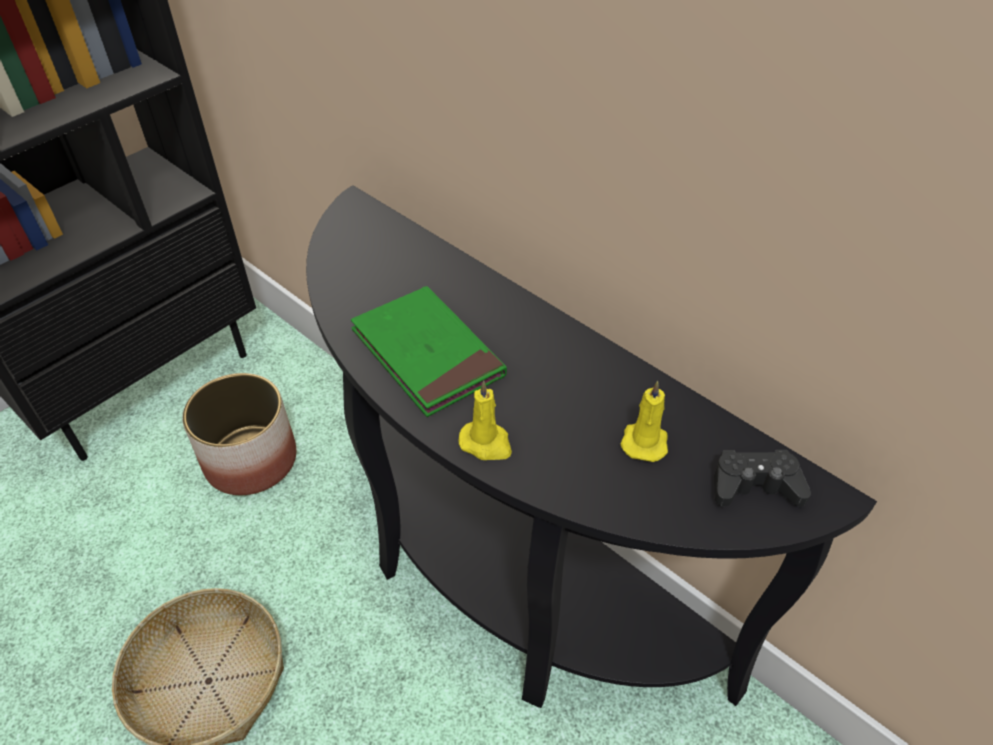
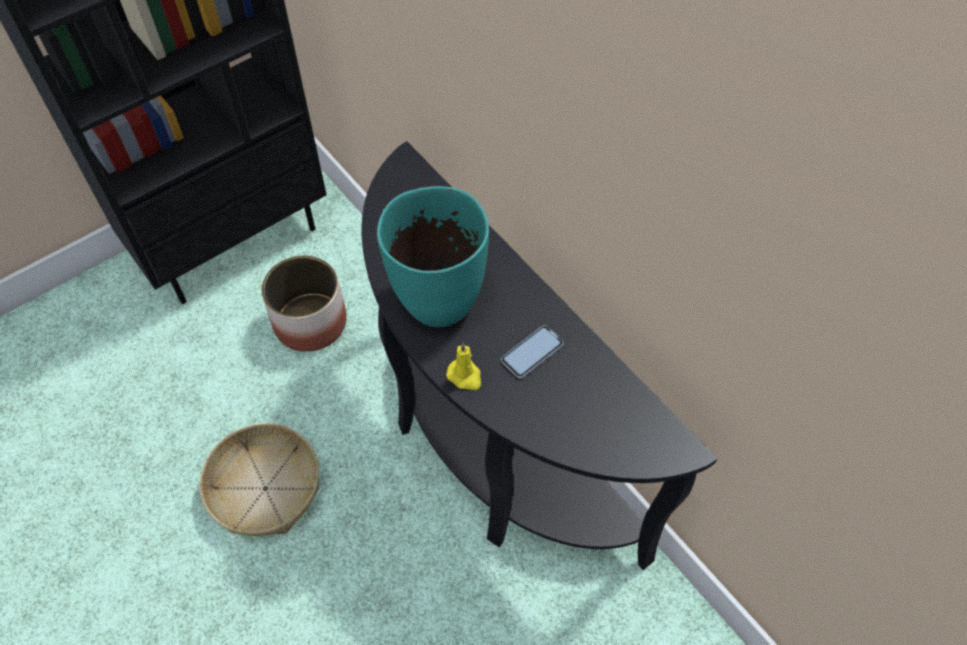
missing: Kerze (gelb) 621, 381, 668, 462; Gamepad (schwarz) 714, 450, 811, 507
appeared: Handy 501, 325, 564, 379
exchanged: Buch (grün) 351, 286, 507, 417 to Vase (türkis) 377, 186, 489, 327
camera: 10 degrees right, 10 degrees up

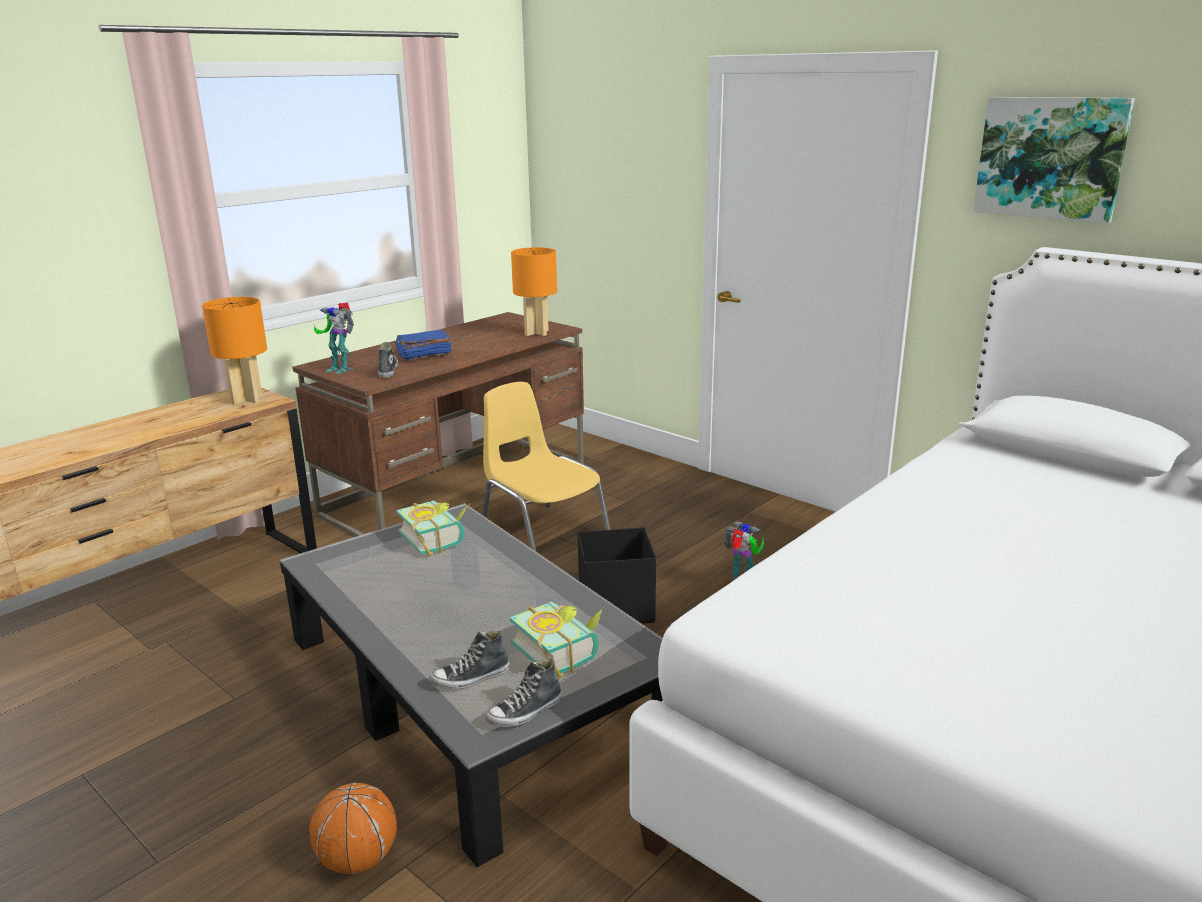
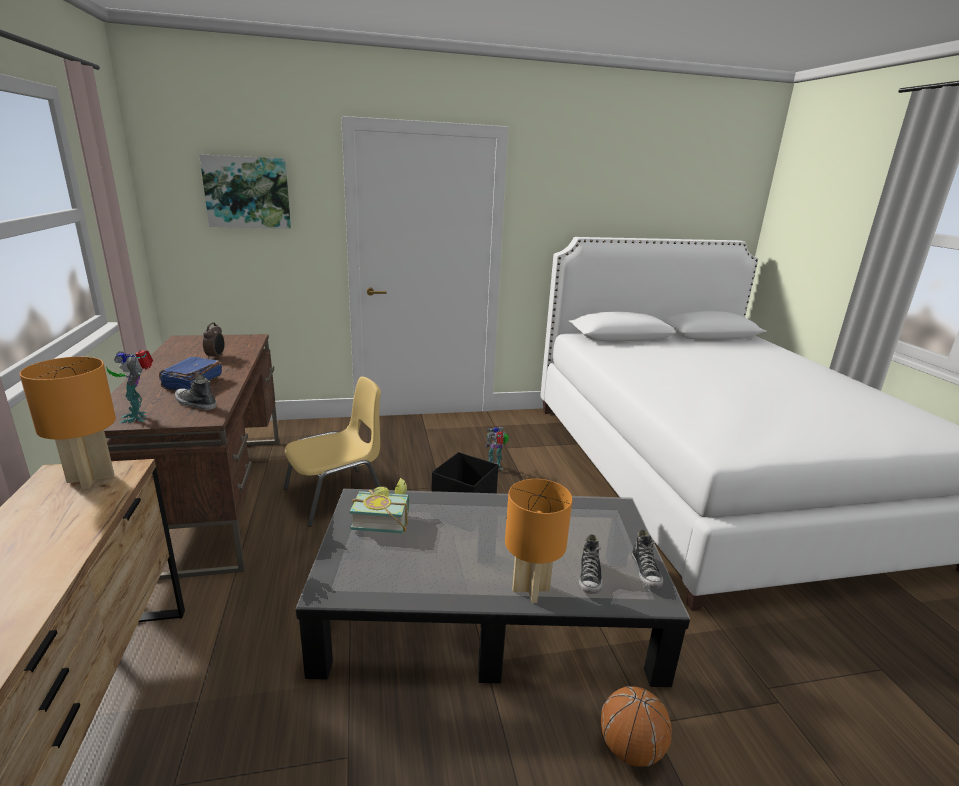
missing: Buch 510, 602, 604, 678
appeared: Wecker 203, 323, 225, 360
relocated: Bild 973, 97, 1135, 223 to 199, 154, 291, 229; Tischlampe (orange) 511, 247, 557, 336 to 505, 479, 572, 603
spun: Spielzeugroboter 314, 303, 354, 374 = 107, 350, 153, 423 90 degrees clockwise; Stuhl (gelb) 482, 382, 611, 552 = 283, 377, 381, 527 150 degrees clockwise
camera: 55 degrees left, 0 degrees up

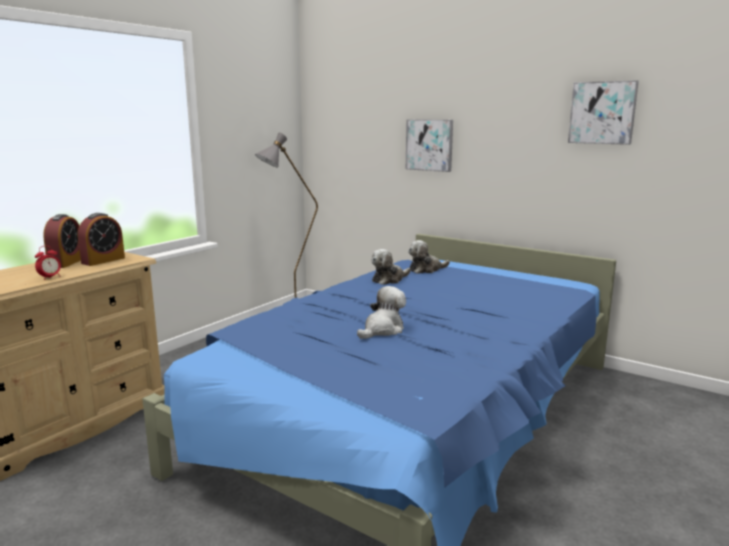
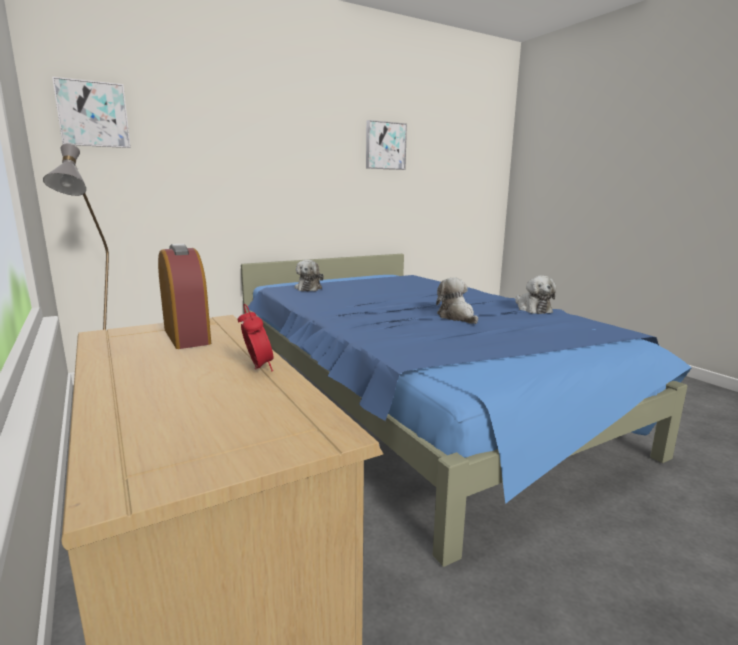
missing: Wecker 43, 214, 81, 268
relocated: Bild 406, 119, 453, 172 to 52, 77, 131, 148; Plüschtier 371, 249, 410, 285 to 515, 275, 557, 314
camera: 65 degrees left, 0 degrees up

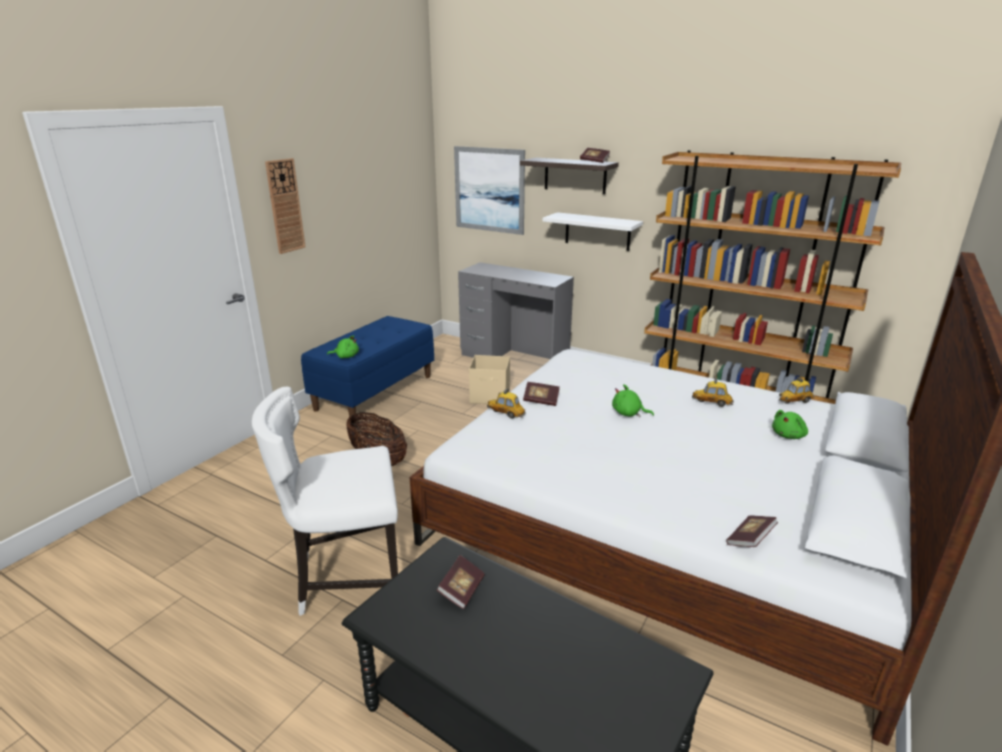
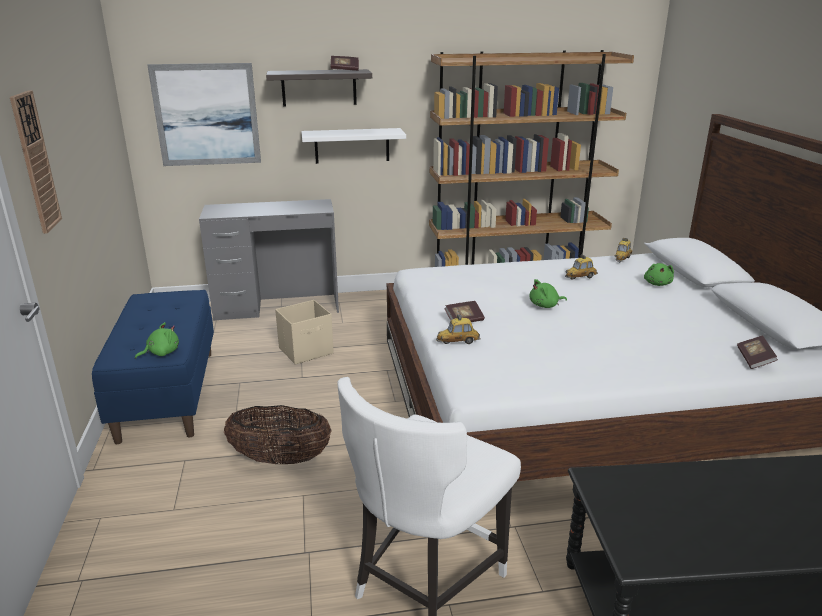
missing: Buch 437, 555, 485, 609
camera: 40 degrees left, 0 degrees up

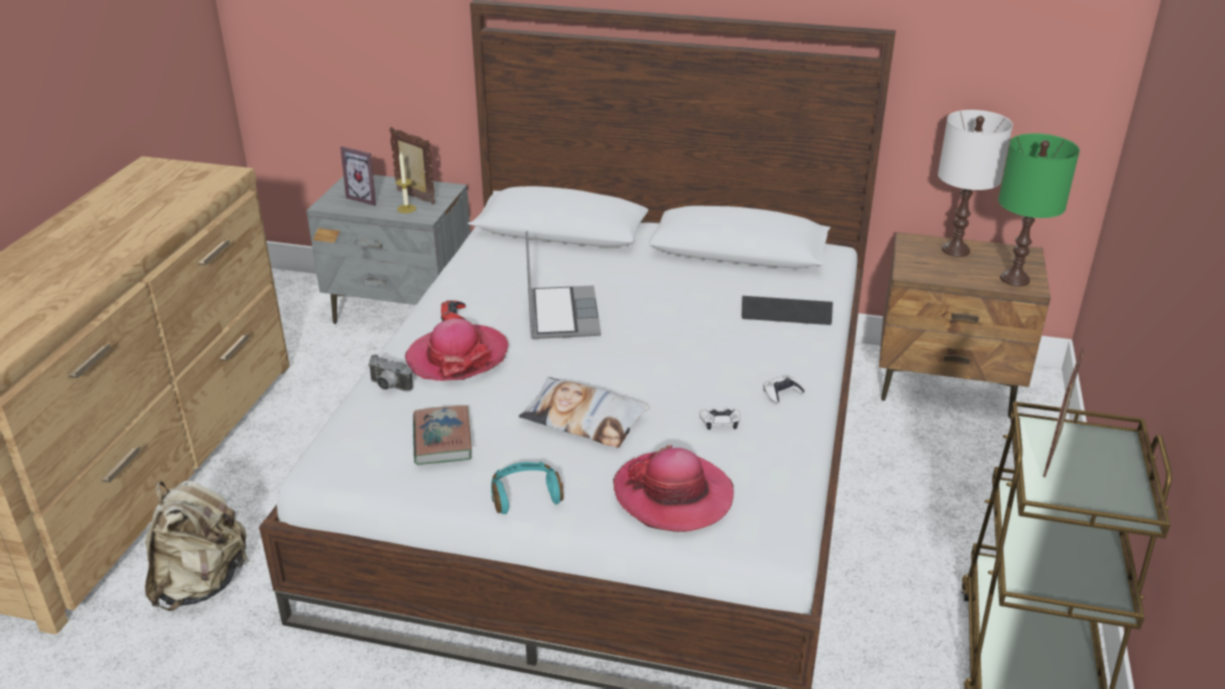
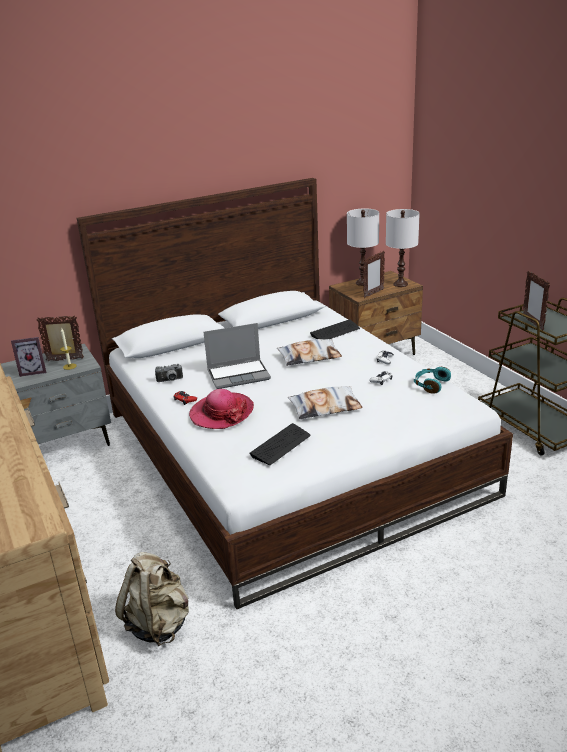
missing: Hut 613, 445, 734, 532
appeared: Kissen 277, 339, 342, 366; Bilderrahmen 363, 251, 385, 298
relocated: Kamera 368, 354, 413, 391 to 155, 364, 183, 382; Kopfhörer (türkis) 491, 461, 564, 514 to 414, 367, 451, 394
exchanged: Buch 413, 405, 472, 465 to Tastatur 249, 423, 311, 465
colour: Tischlampe (grün) 998, 133, 1080, 286 to Tischlampe (weiß) 386, 209, 420, 287
spun: Laptop 526, 231, 601, 339 = 204, 323, 271, 389 120 degrees clockwise
camera: 40 degrees left, 5 degrees down

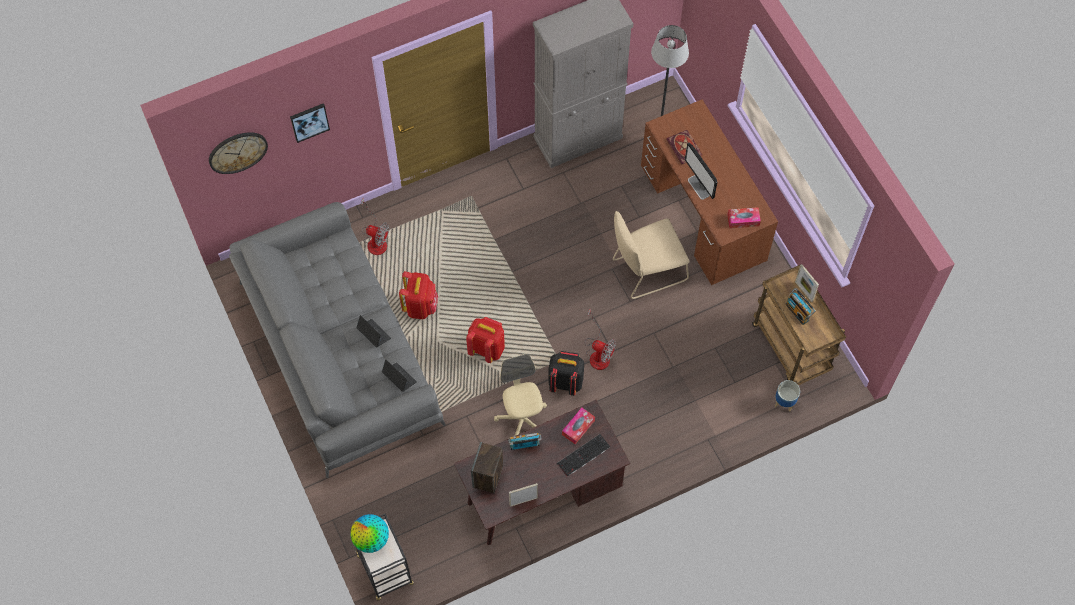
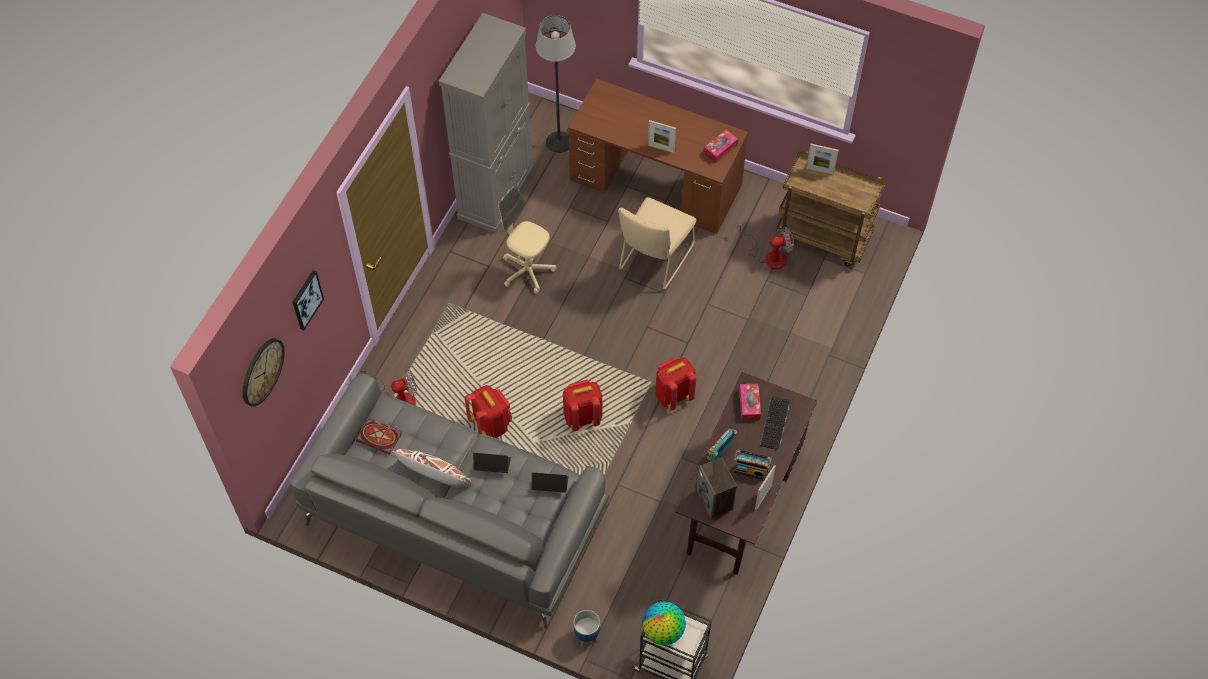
appeared: Kissen (weiß) 392, 449, 473, 487
relocated: Buch 666, 130, 702, 164 to 356, 418, 402, 455; Bürostuhl (beige) 494, 354, 547, 436 to 498, 186, 556, 294; Pflanzkübel 775, 380, 800, 412 to 573, 610, 600, 647; Radio 785, 288, 816, 325 to 734, 450, 772, 480; Ventilator 585, 308, 616, 370 to 736, 221, 794, 269
exchanged: Monitor 685, 143, 717, 200 to Bilderrahmen 648, 120, 676, 153
colour: Rucksack (schwarz) 548, 351, 584, 396 to Rucksack (rot) 655, 357, 697, 410
camera: 40 degrees left, 5 degrees down

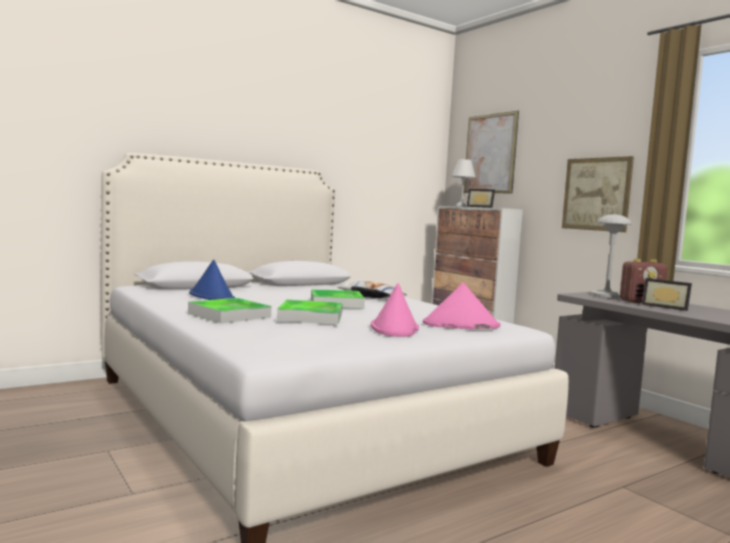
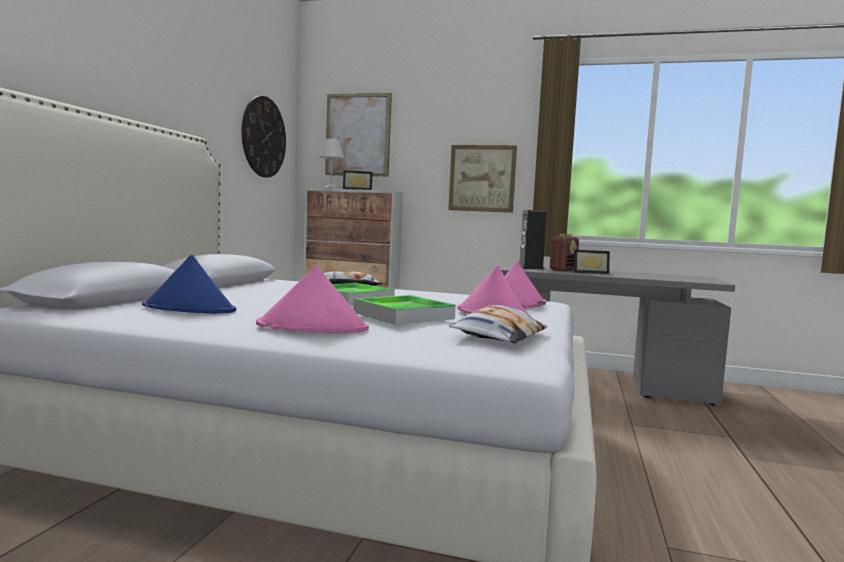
appeared: Wanduhr 242, 96, 286, 178; Kissen 449, 305, 547, 344
exchanged: Tablett 188, 298, 271, 323 to Hut (rosa) 256, 266, 369, 333; Tischlampe (grau) 591, 214, 632, 299 to Lautsprecher 520, 210, 547, 270
camera: 40 degrees left, 0 degrees up

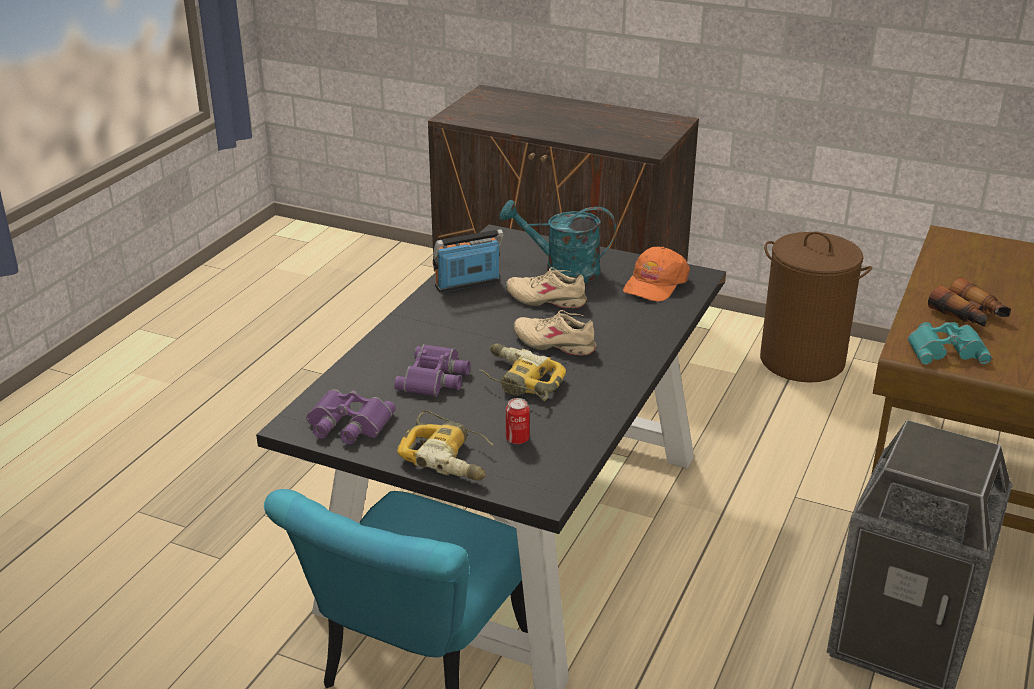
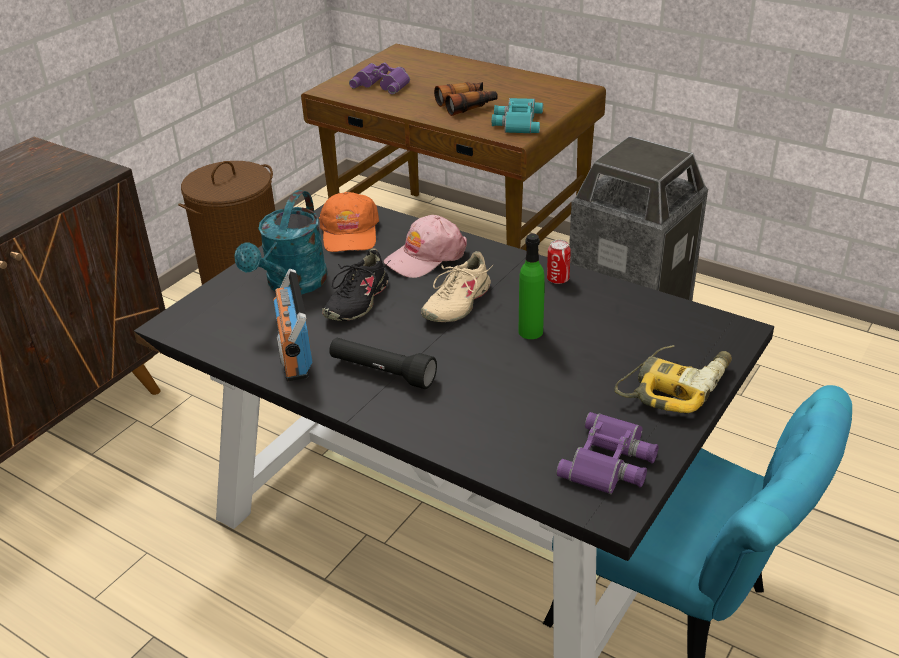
appeared: Taschenlampe (schwarz) 329, 338, 437, 389; Kappe (rosa) 383, 215, 467, 278
relocated: Fernglas (lila) 394, 344, 470, 397 to 349, 62, 410, 94; Dose 506, 398, 530, 444 to 547, 240, 571, 284
exchanged: Bohrmaschine 479, 343, 566, 401 to Flasche (grün) 518, 234, 545, 339
colour: Schuh (beige) 506, 267, 587, 308 to Schuh (schwarz) 322, 248, 390, 321
spun: Kappe (orange) 623, 247, 690, 302 = 319, 192, 379, 252 45 degrees clockwise
camera: 80 degrees left, 5 degrees up

